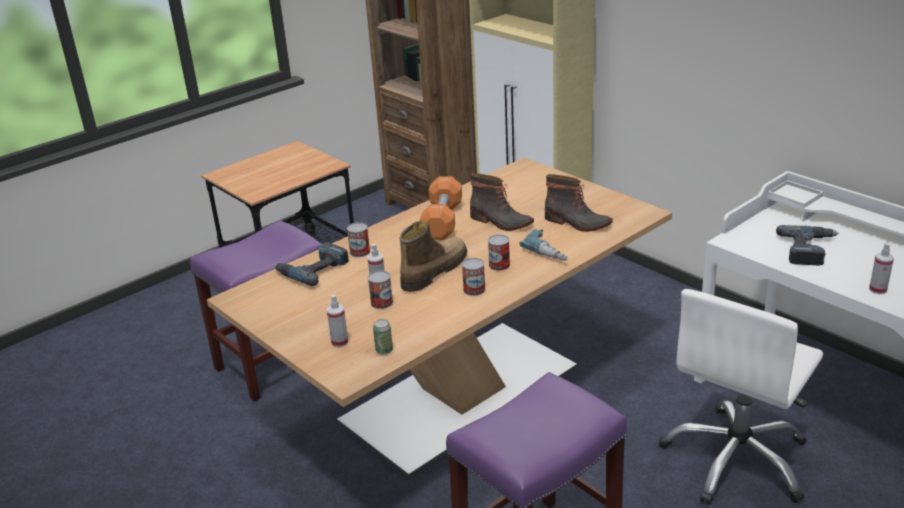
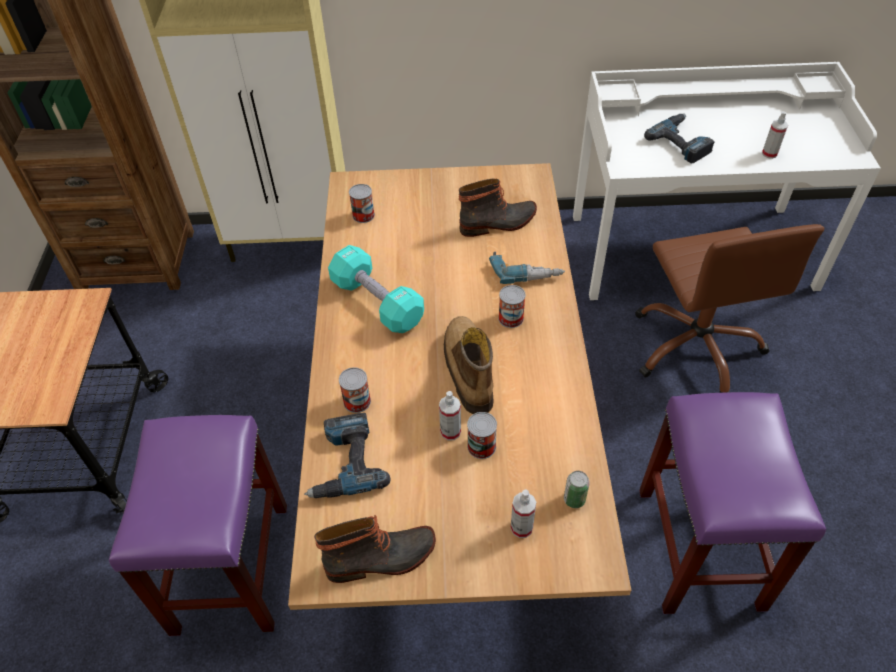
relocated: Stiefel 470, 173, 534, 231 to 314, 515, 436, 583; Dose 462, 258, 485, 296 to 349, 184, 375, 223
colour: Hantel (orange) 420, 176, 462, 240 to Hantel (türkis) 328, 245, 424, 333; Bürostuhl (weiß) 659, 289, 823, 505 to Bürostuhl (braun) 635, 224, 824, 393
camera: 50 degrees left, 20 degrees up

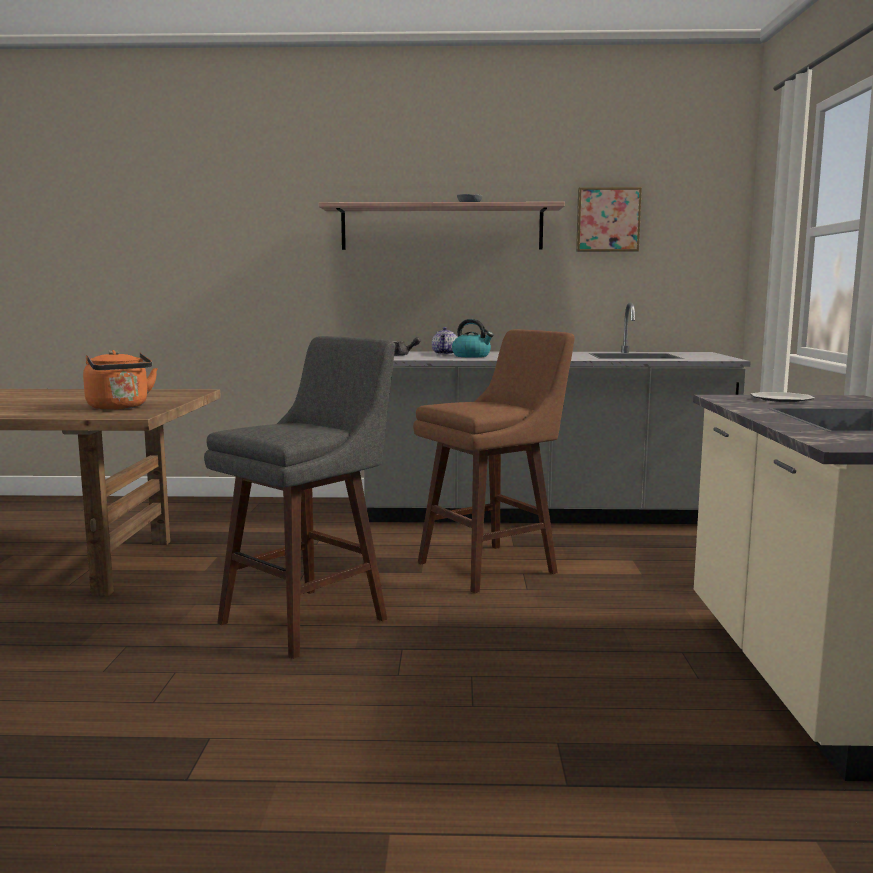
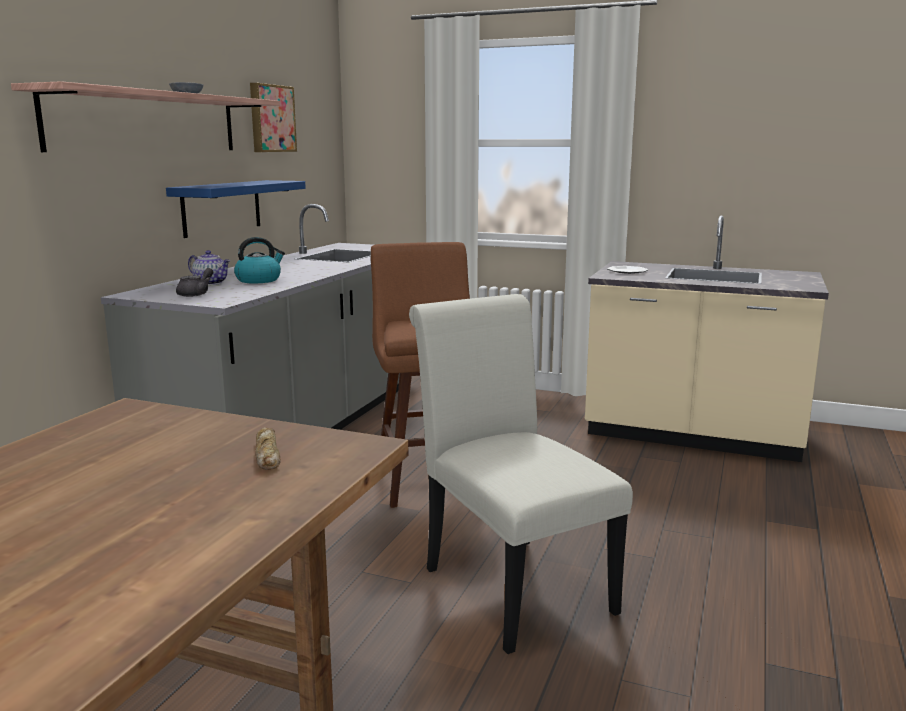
appeared: Wandregal (blau) 166, 180, 306, 238
exchanged: Wasserkessel (orange) 83, 350, 158, 410 to Brot 255, 427, 281, 470; Hocker (grau) 204, 336, 395, 659 to Stuhl (weiß) 409, 294, 633, 654
camera: 70 degrees left, 5 degrees up

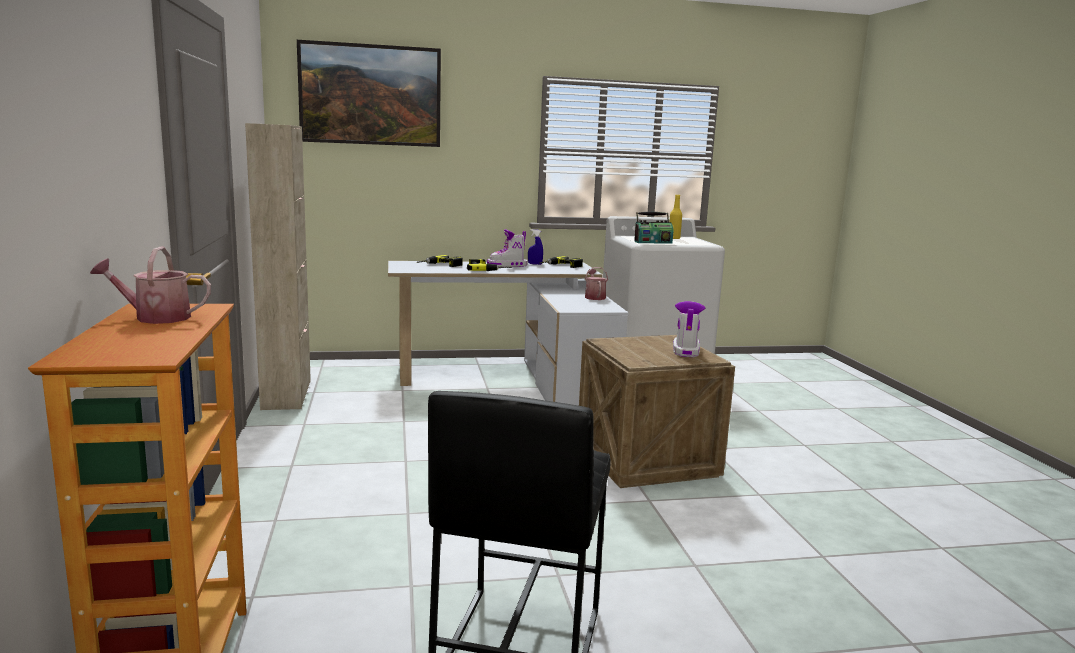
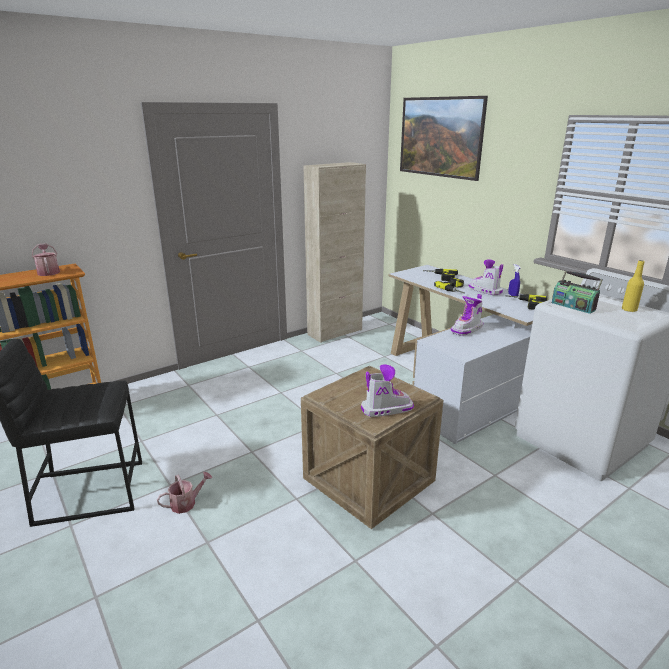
appeared: Stiefel 451, 294, 483, 336
relocated: Gießkanne 585, 267, 608, 300 to 157, 472, 212, 514
camera: 65 degrees right, 10 degrees up

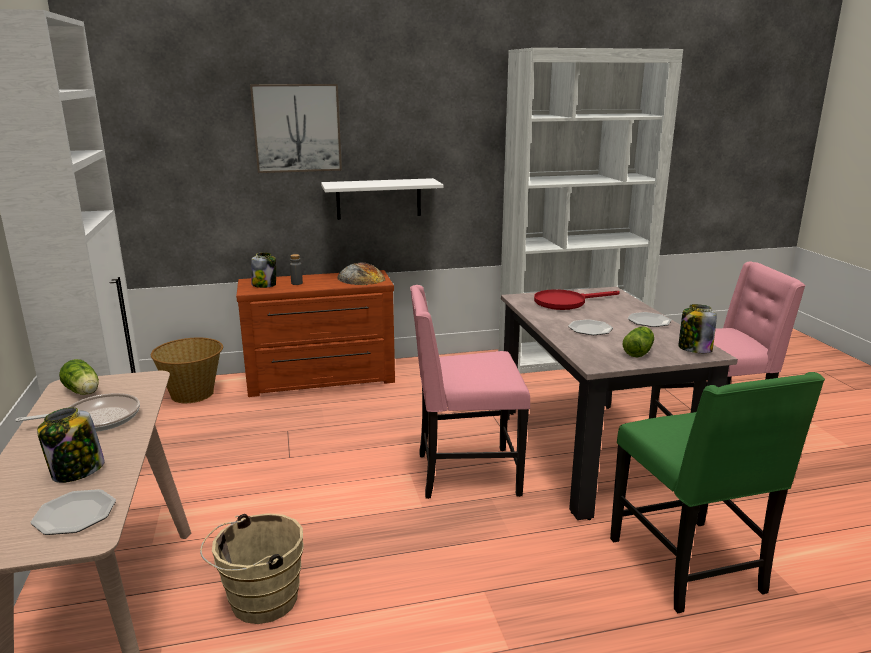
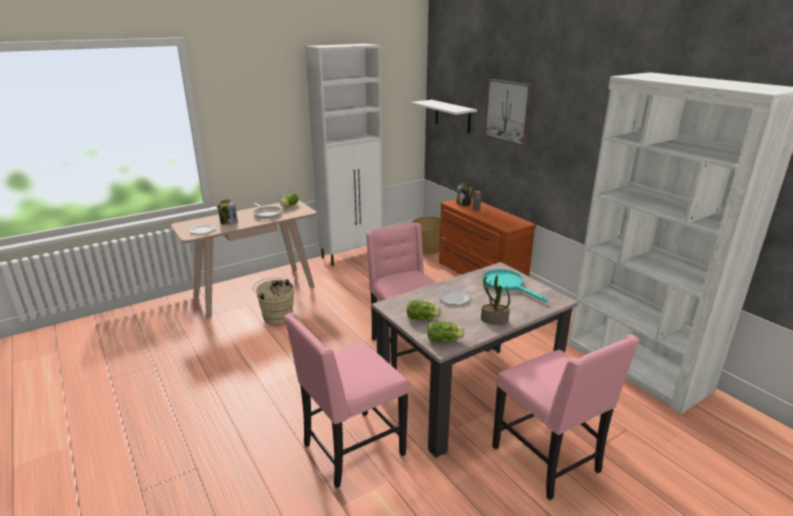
missing: Brot 337, 262, 386, 285
relocated: Wandregal (weiß) 321, 178, 444, 220 to 411, 100, 477, 133
exchanged: Vorratsglas 678, 304, 717, 353 to Salatkopf 427, 321, 465, 342; Teller 628, 312, 671, 327 to Topfpflanze 481, 275, 510, 325
colour: Stuhl (grün) 610, 372, 825, 613 to Stuhl (rosa) 284, 313, 409, 488; Pfanne (rot) 534, 289, 620, 310 to Pfanne (türkis) 483, 269, 548, 302
camera: 70 degrees right, 5 degrees up

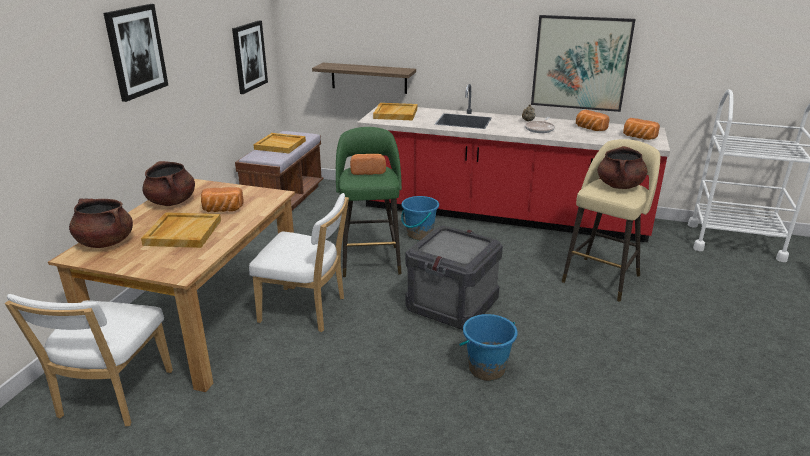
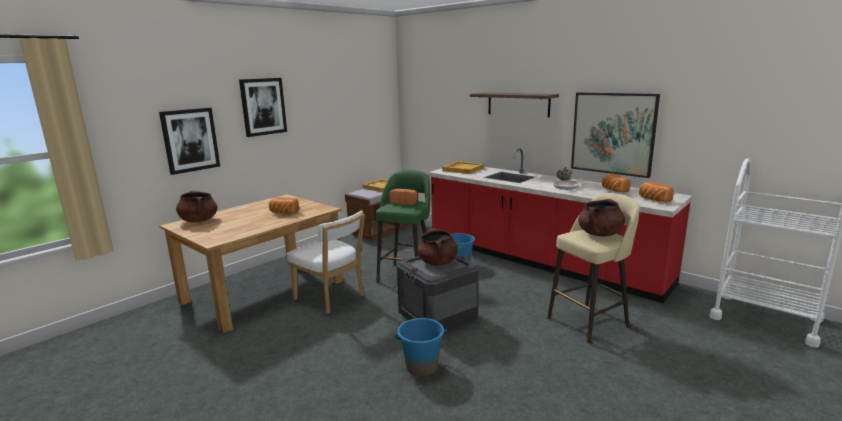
missing: Stuhl (weiß) 5, 294, 173, 426; Tablett (beige) 141, 212, 221, 248
relocated: Bild 232, 21, 268, 94 to 159, 108, 220, 175; Kochtopf (braun) 143, 161, 195, 206 to 417, 229, 458, 266; Wandregal 312, 63, 416, 94 to 470, 93, 559, 118
camera: 25 degrees right, 10 degrees down

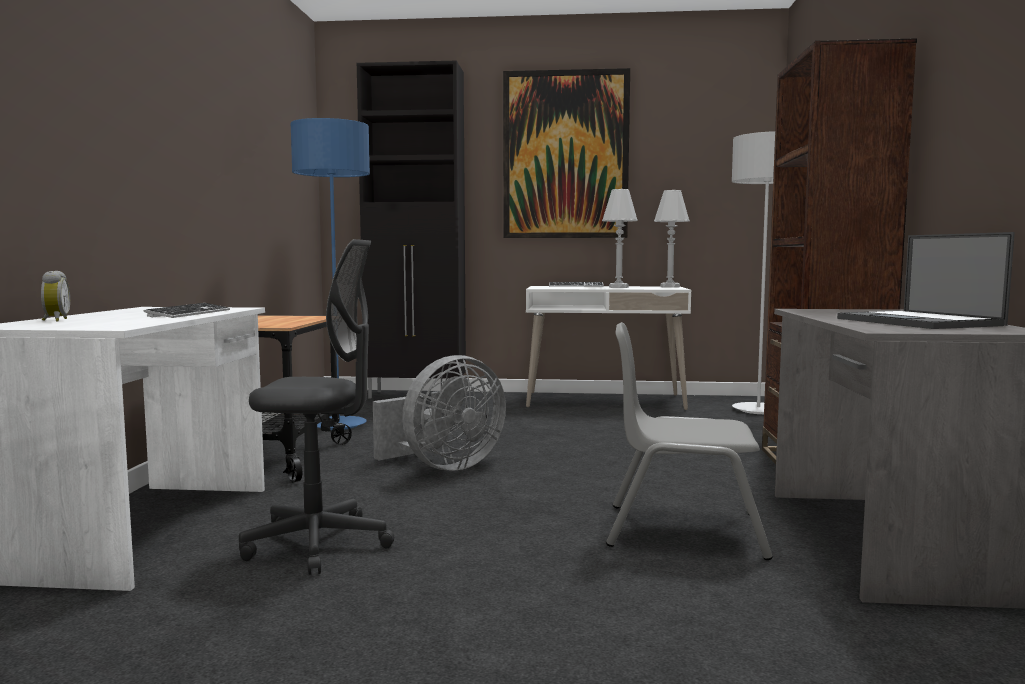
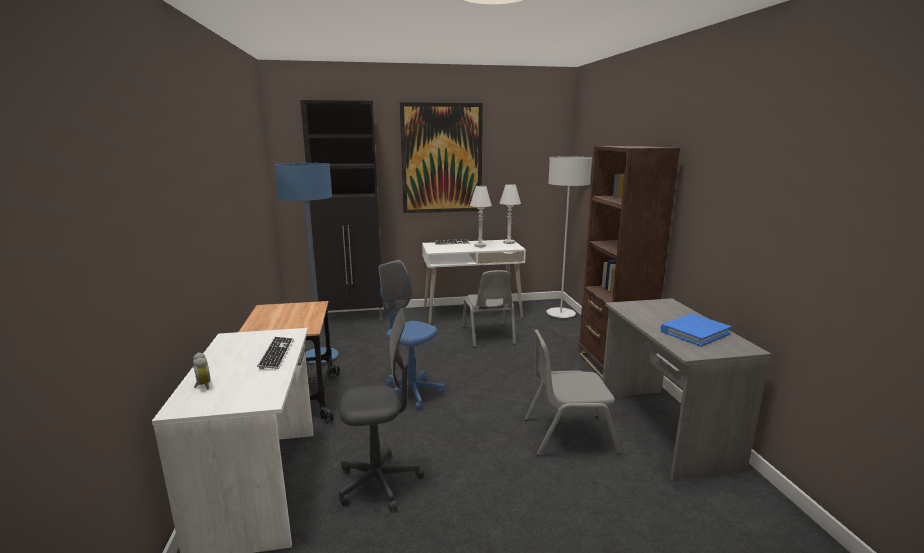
appeared: Stuhl (grau) 462, 270, 516, 348
exchanged: Ventilator (grau) 373, 355, 506, 471 to Bürostuhl (blau) 379, 260, 444, 411; Laptop 837, 232, 1015, 329 to Buch (blau) 660, 314, 732, 347
camera: 15 degrees left, 10 degrees up

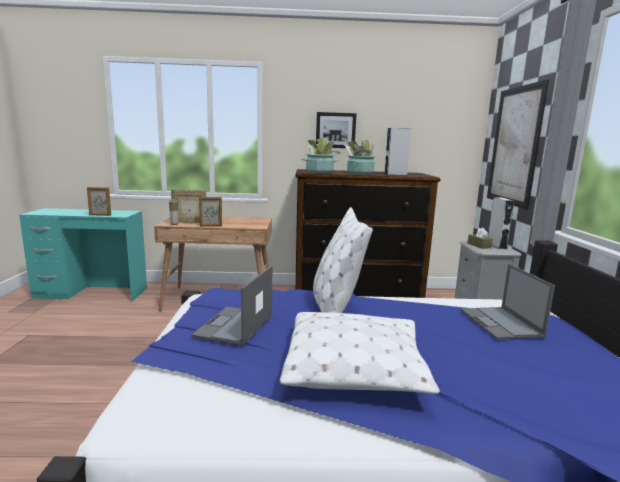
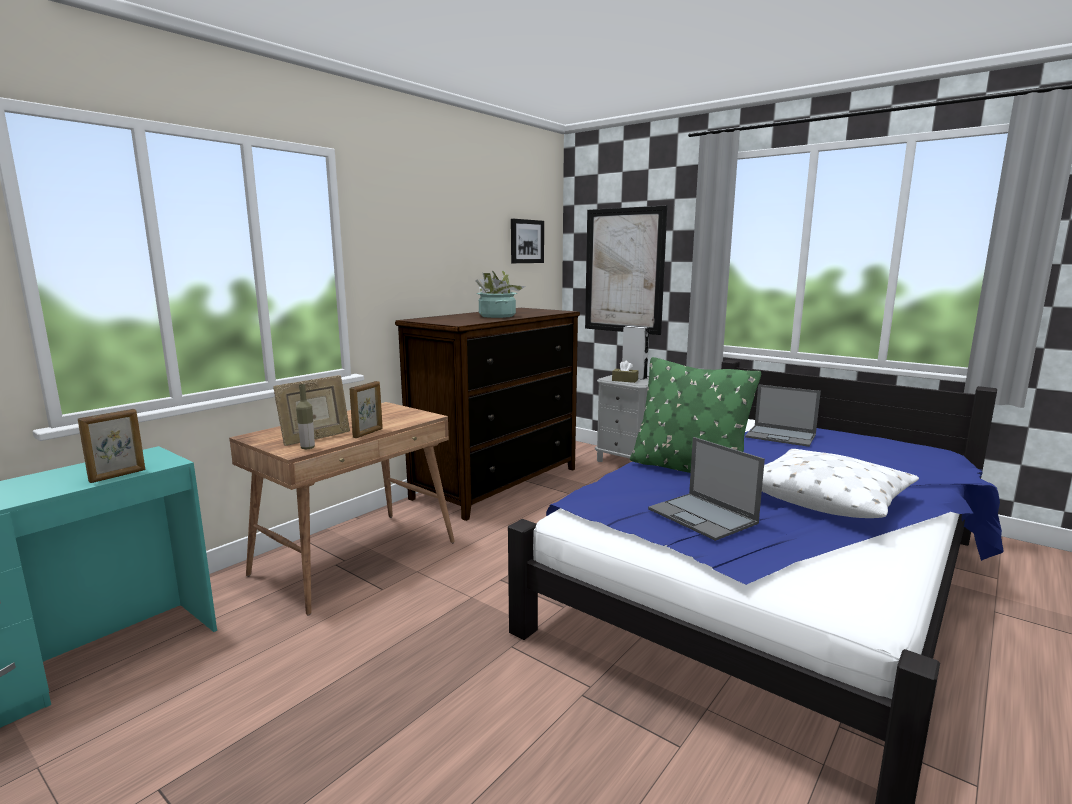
missing: Topfpflanze 302, 138, 342, 173; Lautsprecher (grau) 384, 128, 411, 175
relocated: Bild 316, 112, 356, 148 to 511, 219, 544, 263
colour: Kissen (weiß) 313, 207, 373, 313 to Kissen (grün) 630, 357, 761, 473
camera: 50 degrees left, 0 degrees up

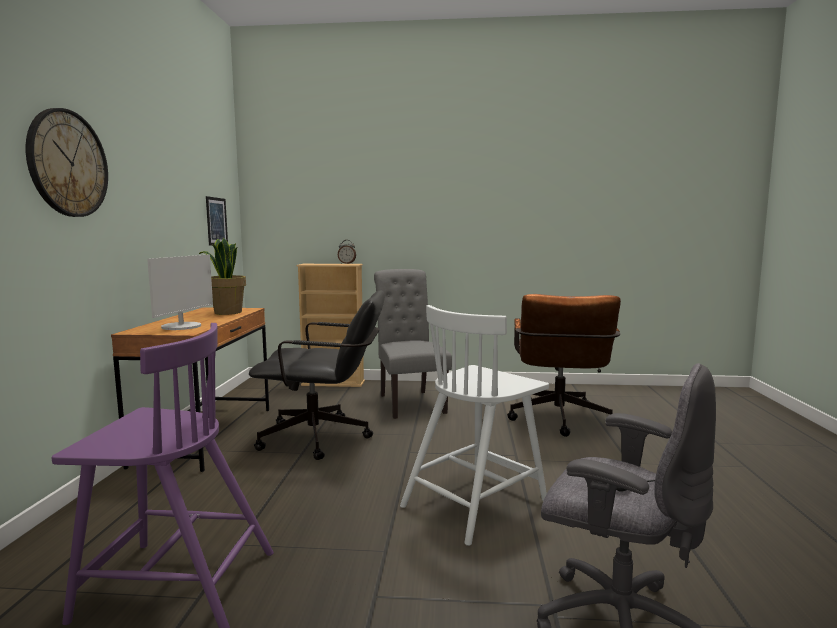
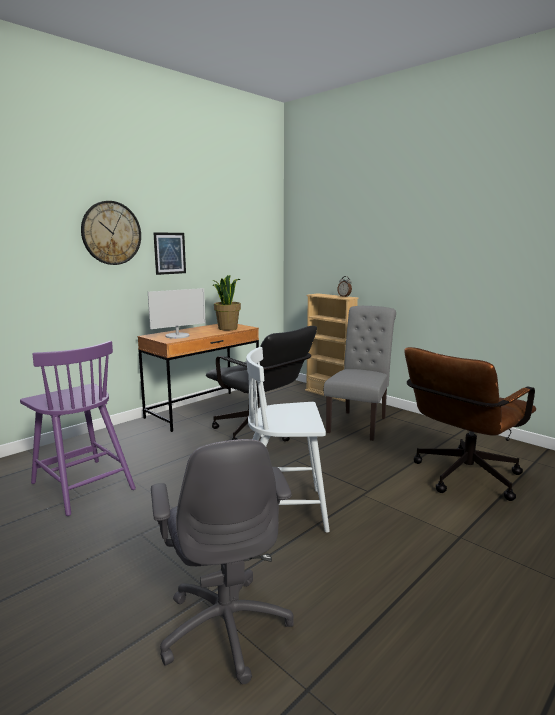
relocated: Bild 206, 196, 228, 246 to 153, 232, 186, 275
camera: 40 degrees right, 5 degrees up

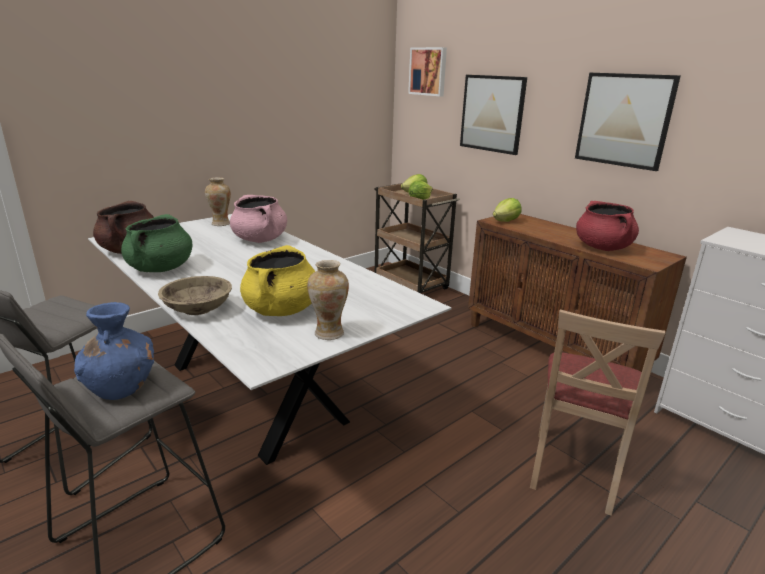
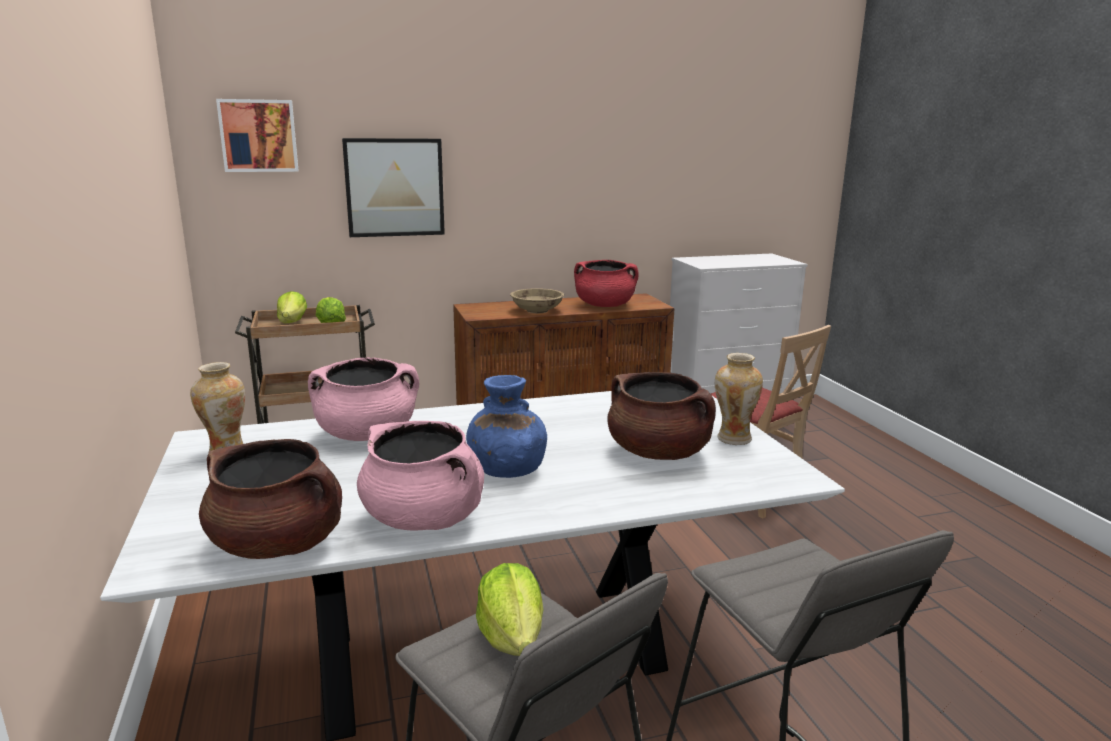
missing: Bild 575, 73, 681, 171
relocated: Vase (blau) 74, 302, 154, 400 to 466, 375, 547, 478; Salatkopf 493, 198, 522, 222 to 476, 563, 544, 656; Schüssel (beige) 158, 276, 232, 315 to 510, 288, 564, 313
colour: Kochtopf (grün) 121, 214, 193, 272 to Kochtopf (rosa) 357, 421, 484, 531; Kochtopf (gelb) 240, 245, 316, 316 to Kochtopf (braun) 607, 372, 716, 460
camera: 65 degrees left, 5 degrees down

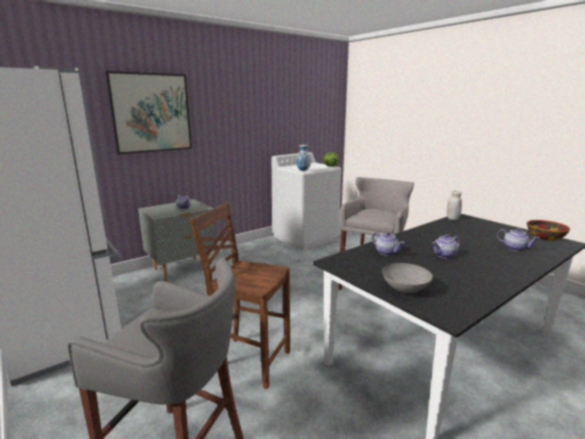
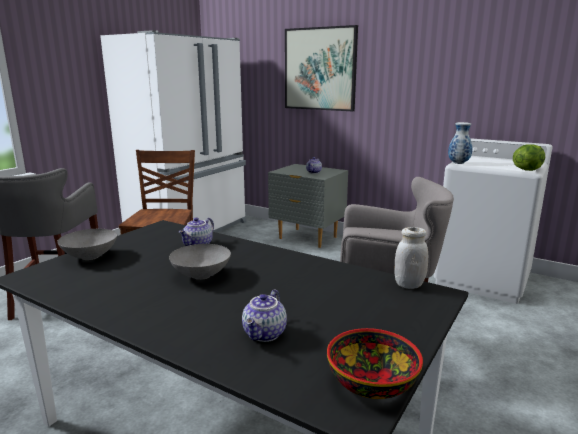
exchanged: Teekanne 432, 234, 460, 258 to Schüssel (grau) 169, 244, 231, 280
camera: 70 degrees right, 0 degrees up

